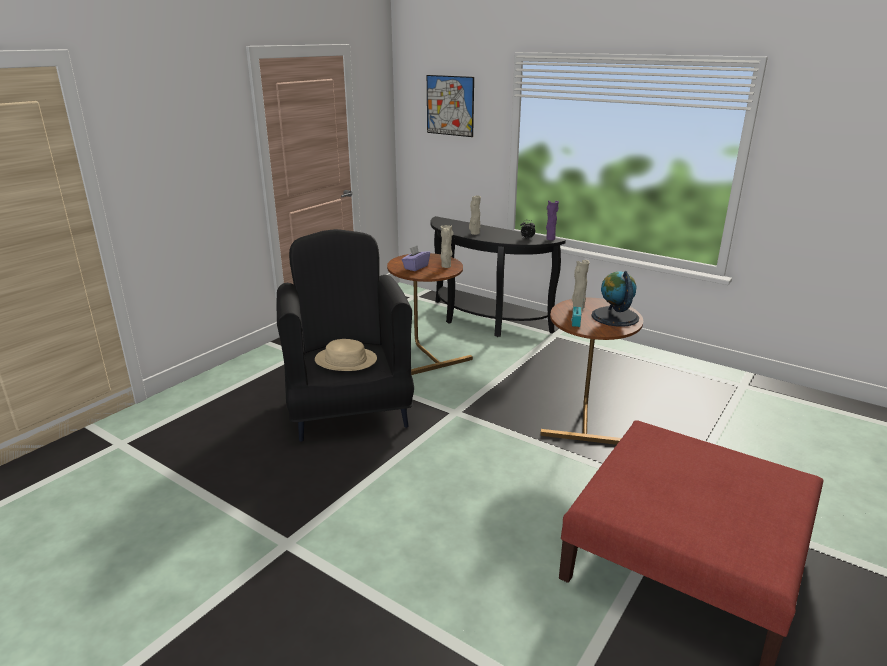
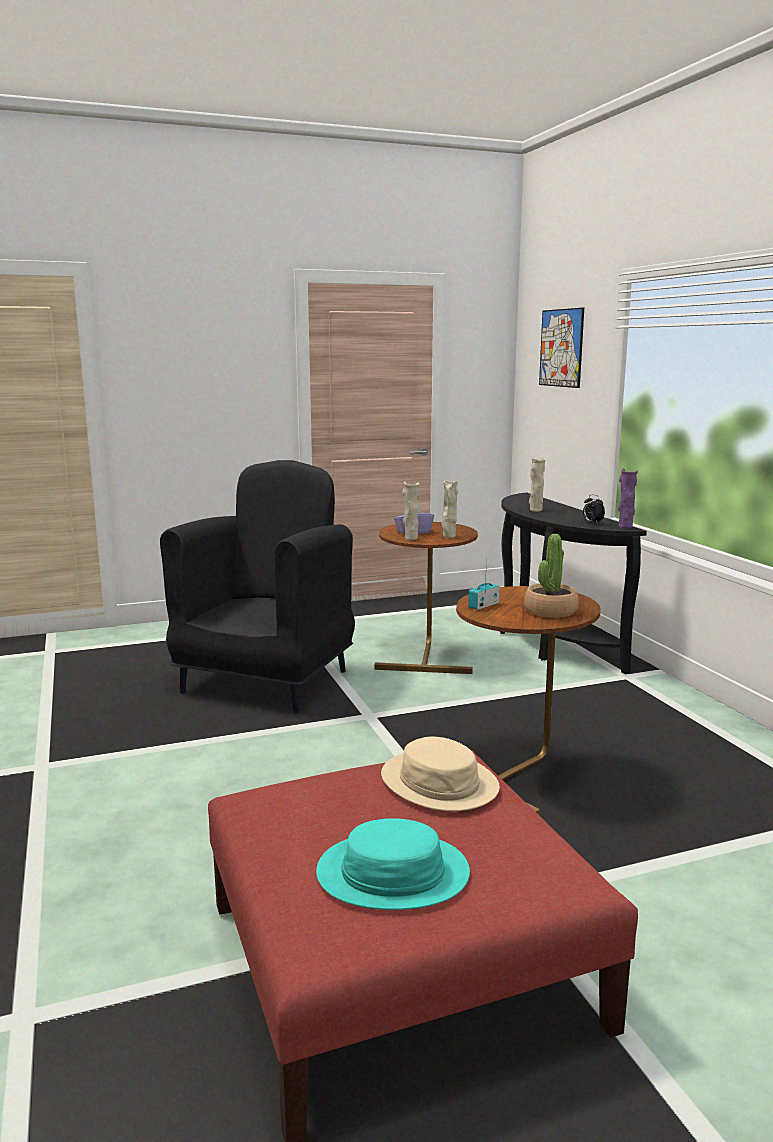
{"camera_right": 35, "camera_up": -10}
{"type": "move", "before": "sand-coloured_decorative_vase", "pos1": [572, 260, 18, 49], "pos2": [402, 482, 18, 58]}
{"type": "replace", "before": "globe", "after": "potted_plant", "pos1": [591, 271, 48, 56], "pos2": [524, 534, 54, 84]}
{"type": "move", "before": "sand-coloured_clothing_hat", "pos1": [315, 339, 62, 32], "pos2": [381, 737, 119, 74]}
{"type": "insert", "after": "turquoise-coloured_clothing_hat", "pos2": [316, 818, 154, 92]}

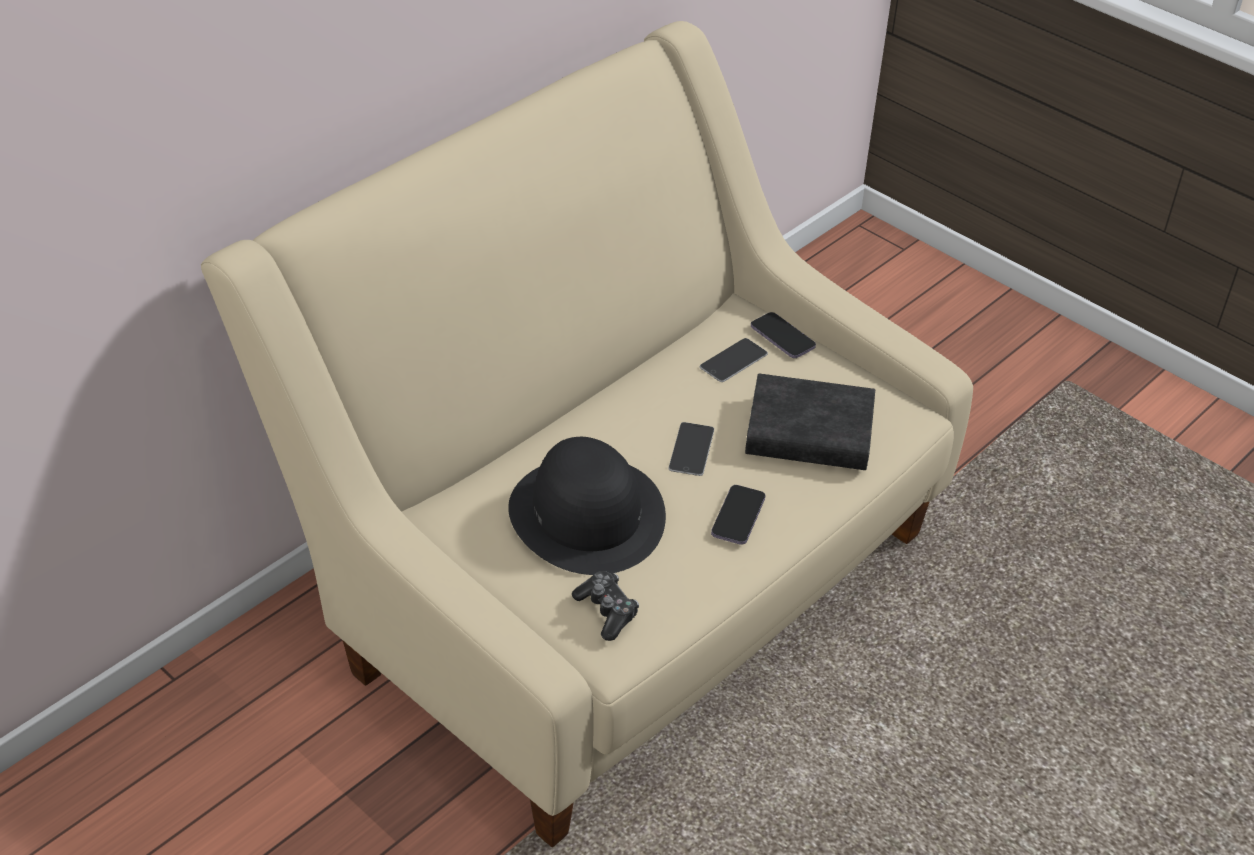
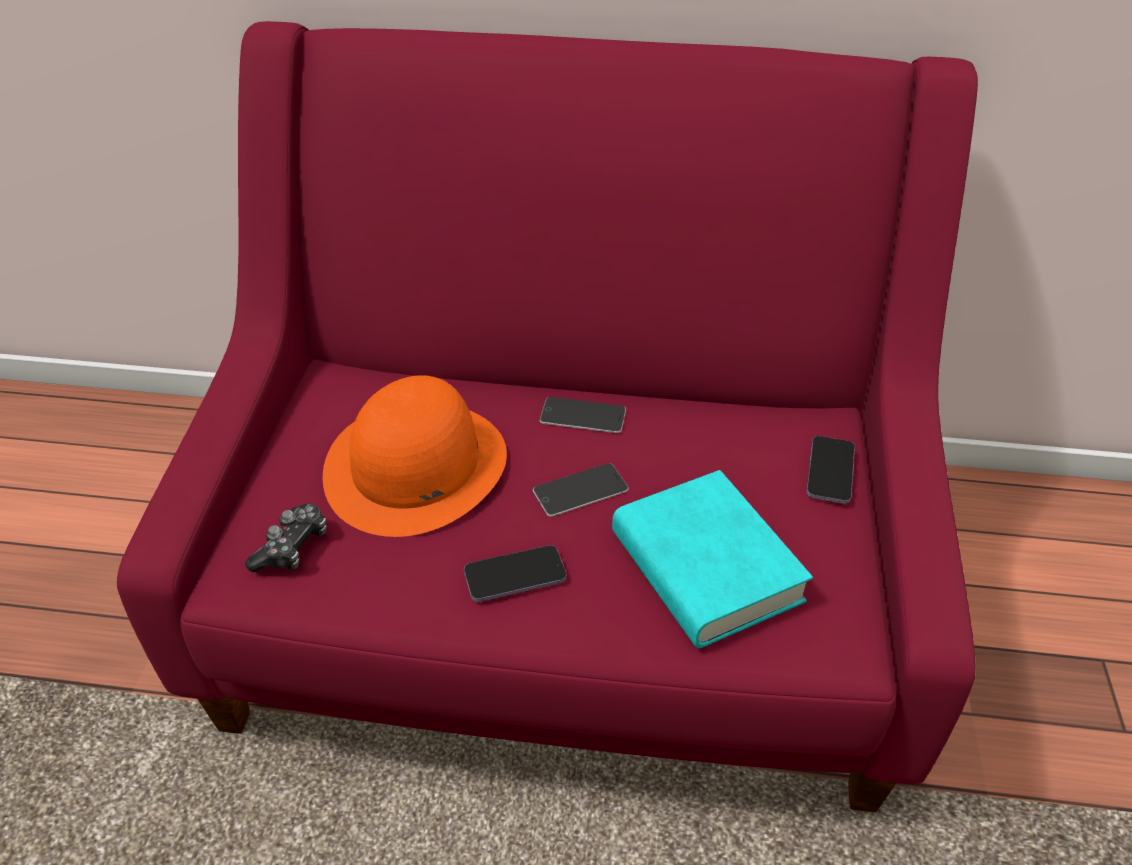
{"camera_right": 55, "camera_up": 0}
{"type": "recolor", "before": "sand-coloured_settee", "after": "red-coloured_settee", "pos1": [201, 21, 772, 826], "pos2": [117, 21, 861, 791]}
{"type": "move", "before": "telephone", "pos1": [700, 338, 68, 44], "pos2": [540, 397, 86, 36]}
{"type": "recolor", "before": "black-coloured_bound_book", "after": "turquoise-coloured_bound_book", "pos1": [745, 373, 130, 97], "pos2": [612, 470, 201, 178]}
{"type": "recolor", "before": "black-coloured_clothing_hat", "after": "orange_clothing_hat", "pos1": [508, 437, 158, 138], "pos2": [323, 375, 184, 162]}

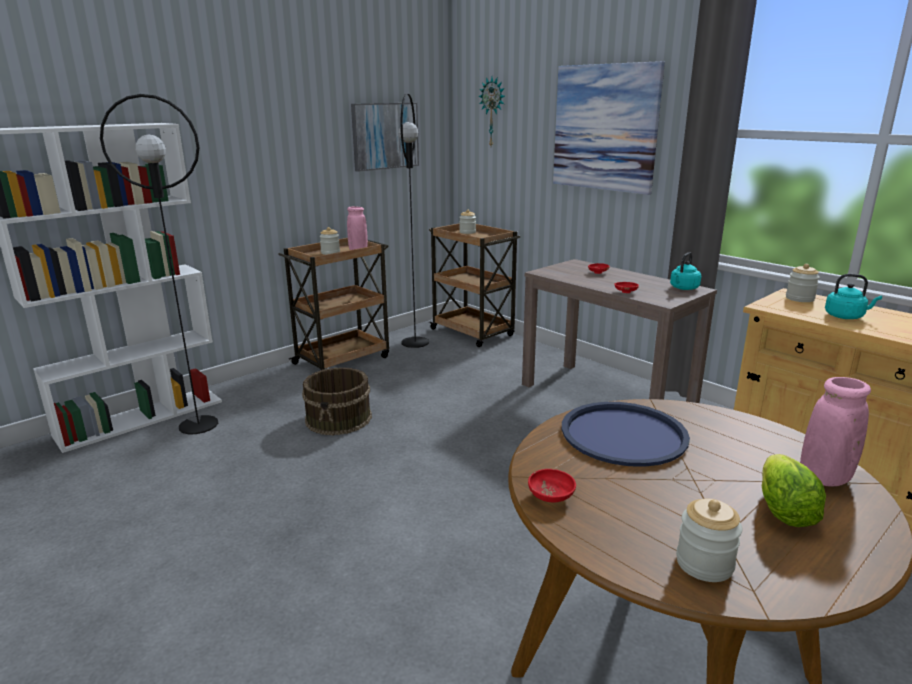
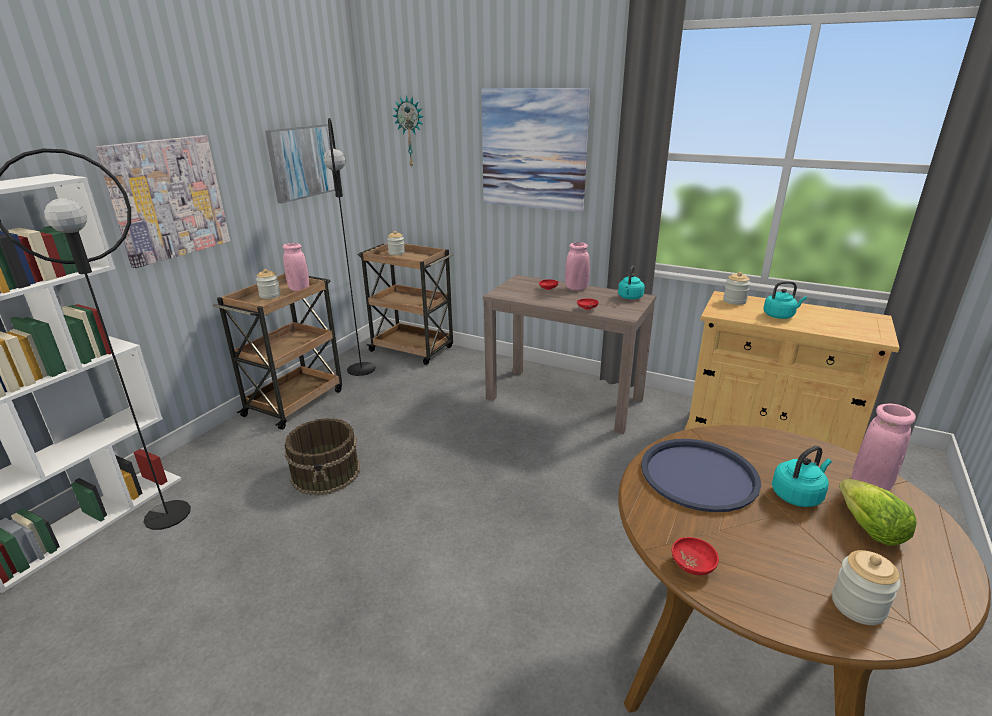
{"camera_right": -20, "camera_up": 5}
{"type": "insert", "after": "wall_art", "pos2": [95, 135, 135, 133]}
{"type": "insert", "after": "pinkish_decorative_vase", "pos2": [565, 242, 25, 48]}
{"type": "insert", "after": "turquoise-coloured_water_kettle", "pos2": [772, 446, 60, 61]}

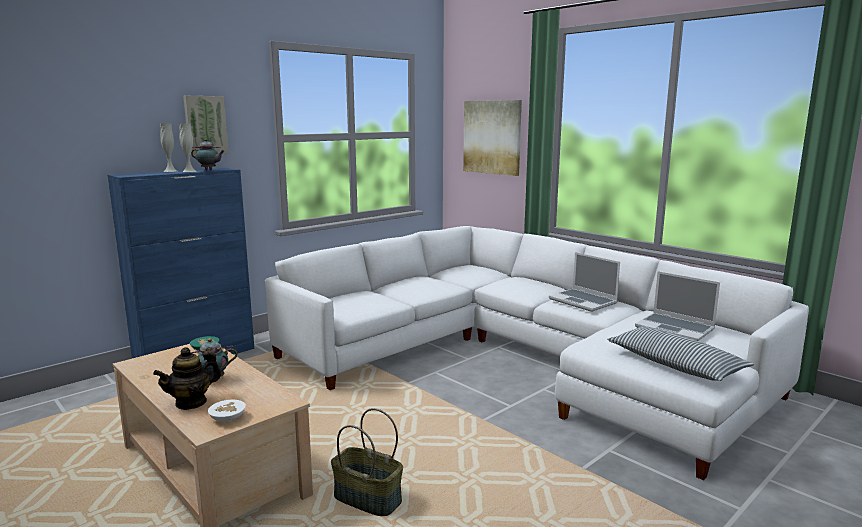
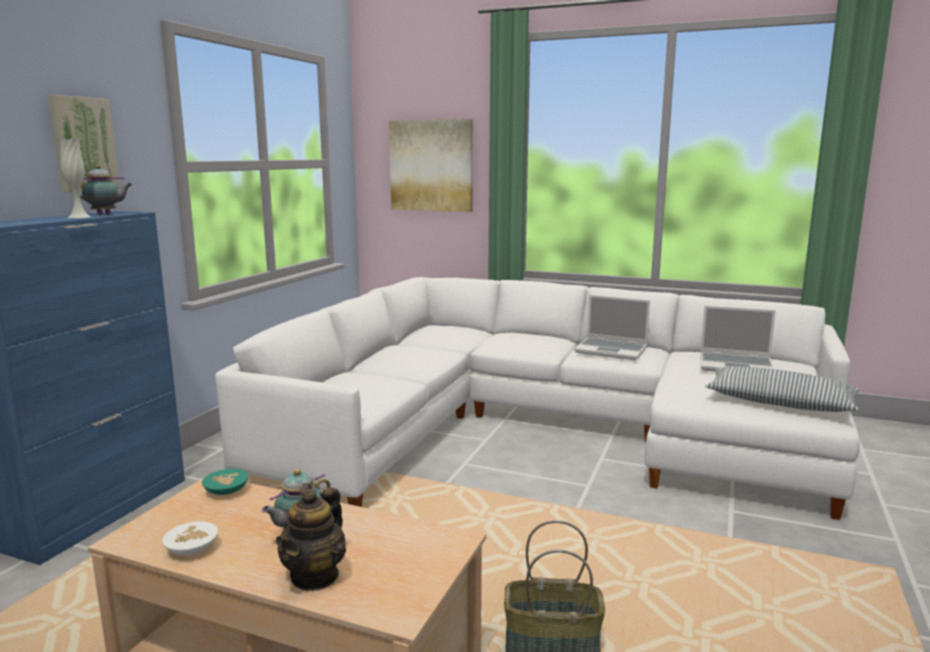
{"camera_right": -25, "camera_up": 0}
{"type": "delete", "before": "whitish_decorative_vase", "pos1": [159, 123, 18, 49]}
{"type": "move", "before": "whitish_deep_dish", "pos1": [208, 400, 38, 21], "pos2": [162, 521, 56, 34]}

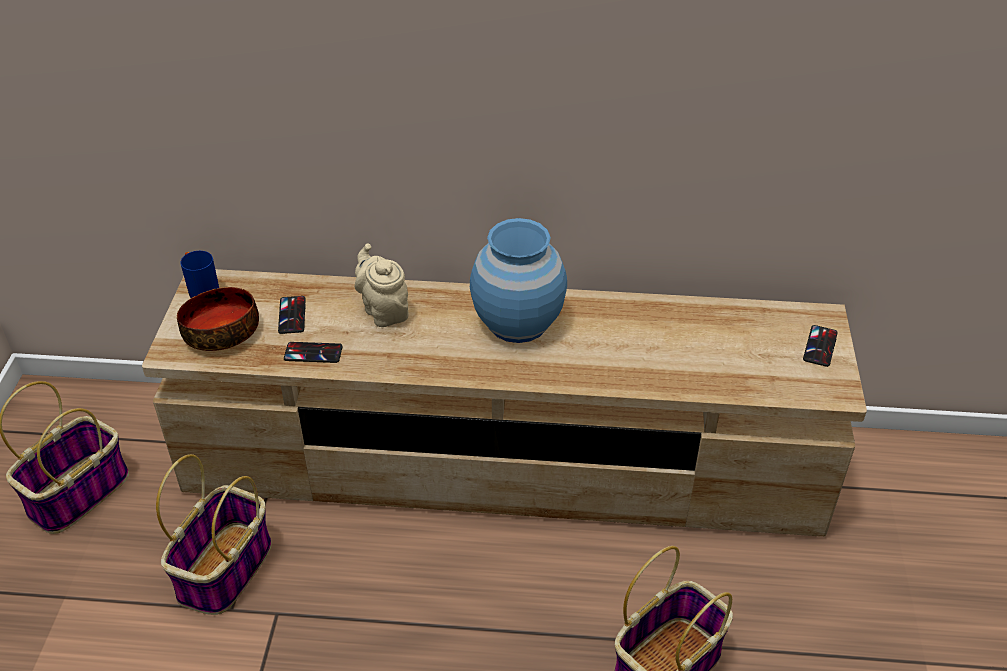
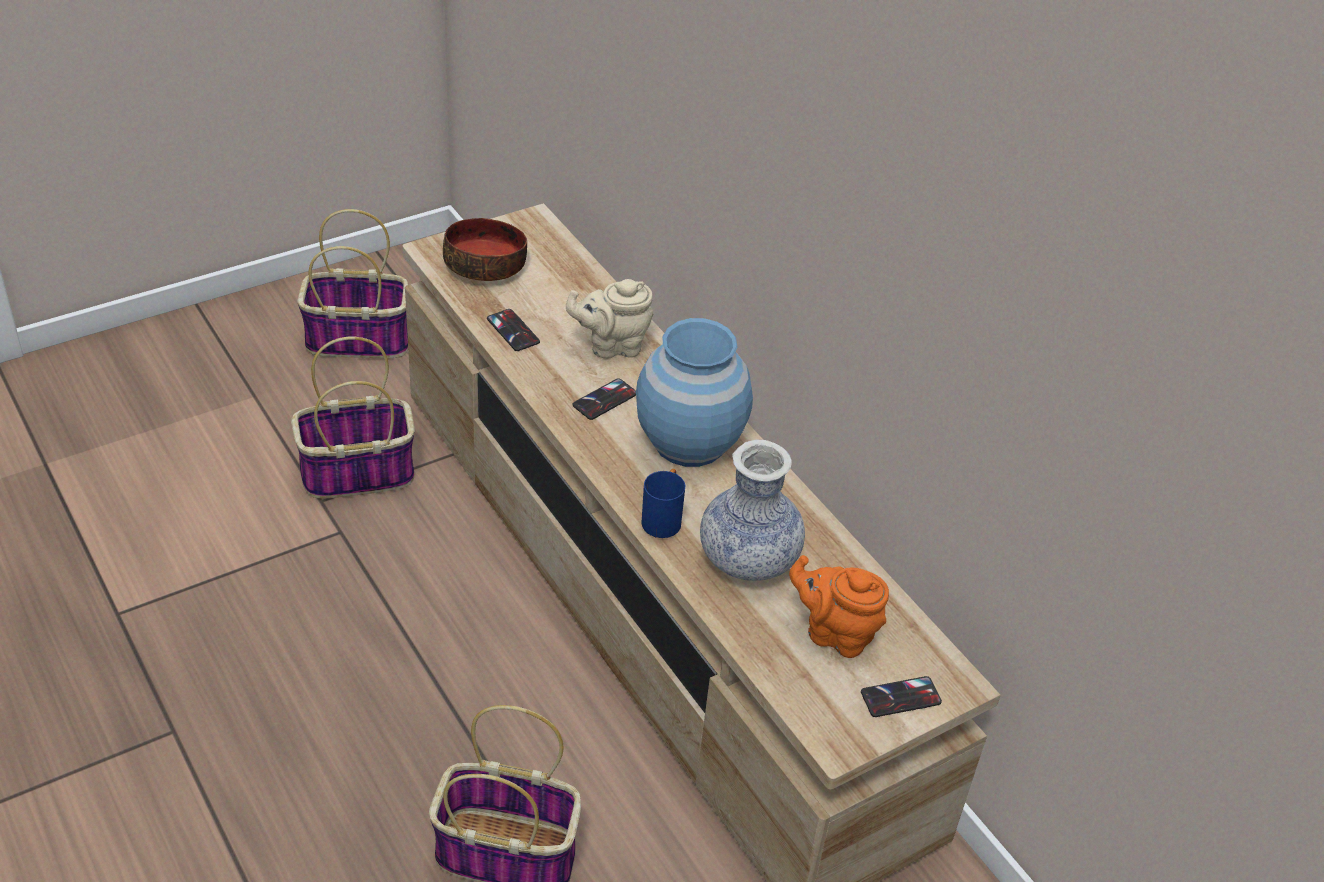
{"camera_right": 50, "camera_up": 0}
{"type": "rotate", "before": "sand-coloured_tea_pot", "pos1": [355, 244, 54, 83], "pos2": [566, 279, 87, 80], "turn": -120}
{"type": "move", "before": "blue-coloured_mug", "pos1": [180, 251, 39, 47], "pos2": [641, 469, 44, 69]}
{"type": "move", "before": "telephone", "pos1": [278, 296, 28, 38], "pos2": [572, 378, 64, 42]}
{"type": "insert", "after": "decorative_vase", "pos2": [700, 439, 105, 142]}
{"type": "insert", "after": "orange_tea_pot", "pos2": [789, 555, 100, 103]}

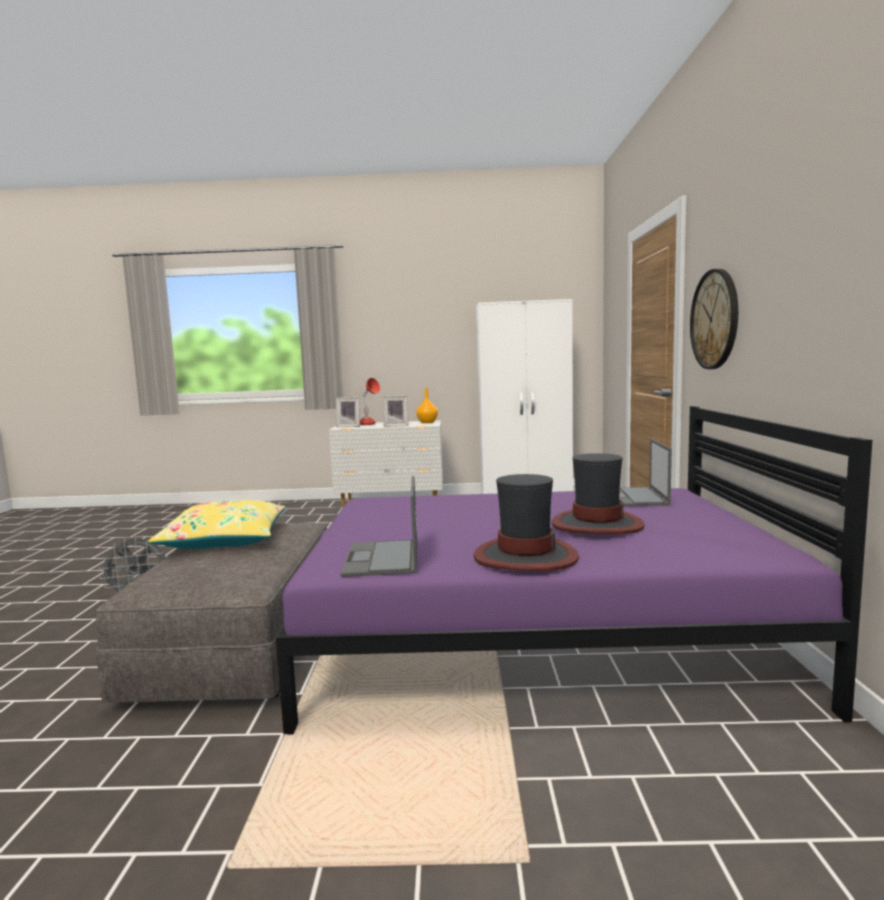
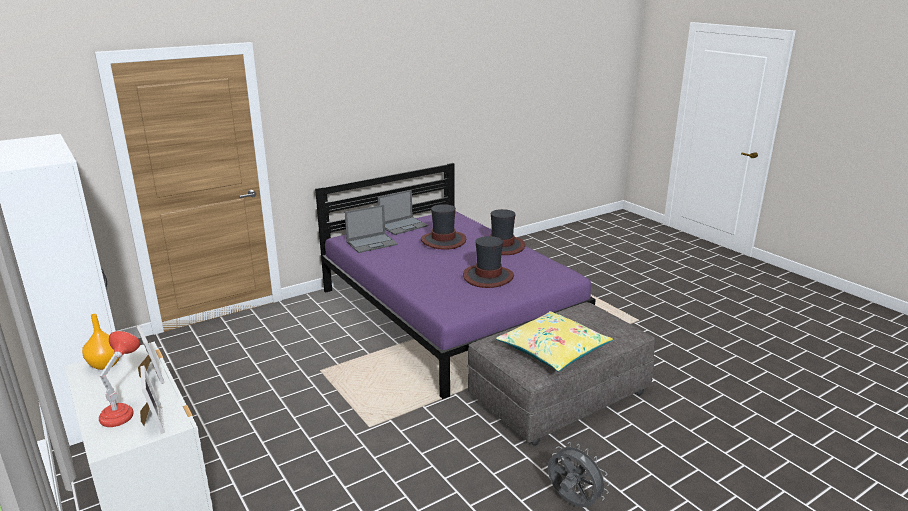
{"camera_right": -125, "camera_up": 15}
{"type": "delete", "before": "clock_on_the_wall", "pos1": [690, 269, 48, 100]}
{"type": "move", "before": "notebook_computer", "pos1": [341, 476, 76, 101], "pos2": [378, 190, 50, 45]}
{"type": "insert", "after": "clothing_hat", "pos2": [463, 236, 51, 52]}

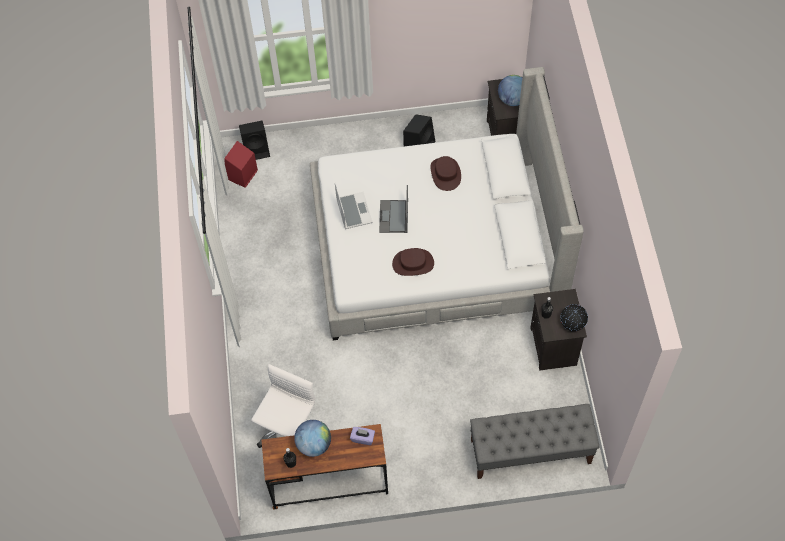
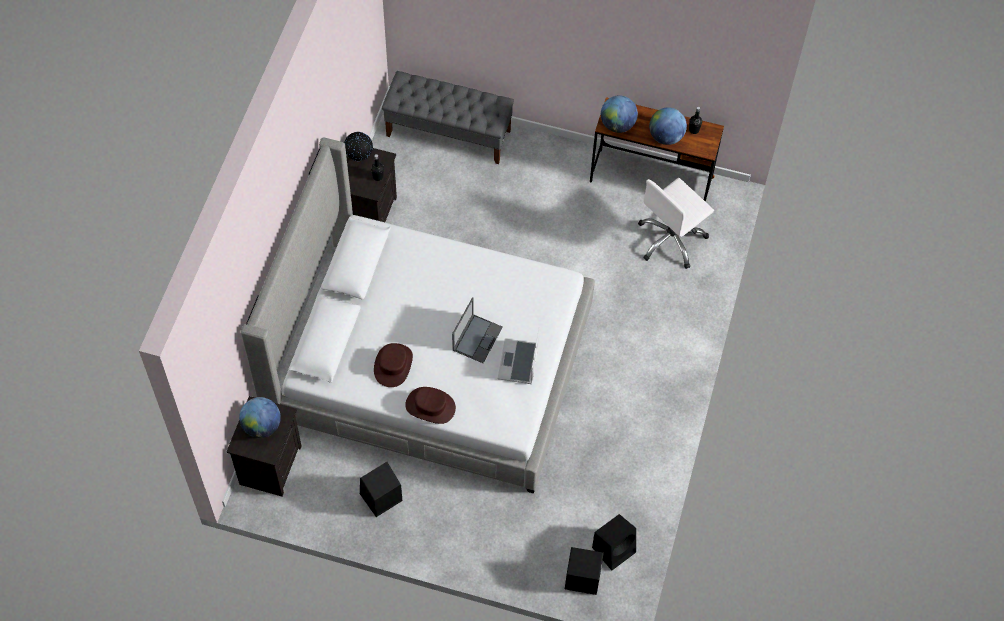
{"camera_right": -160, "camera_up": 0}
{"type": "recolor", "before": "red-coloured_audio_speaker", "after": "black-coloured_audio_speaker", "pos1": [224, 141, 34, 47], "pos2": [592, 514, 44, 57]}
{"type": "move", "before": "brown_clothing_hat", "pos1": [392, 248, 42, 28], "pos2": [405, 387, 51, 37]}
{"type": "replace", "before": "purplish_tissue_box", "after": "globe", "pos1": [350, 427, 25, 18], "pos2": [601, 95, 37, 38]}

